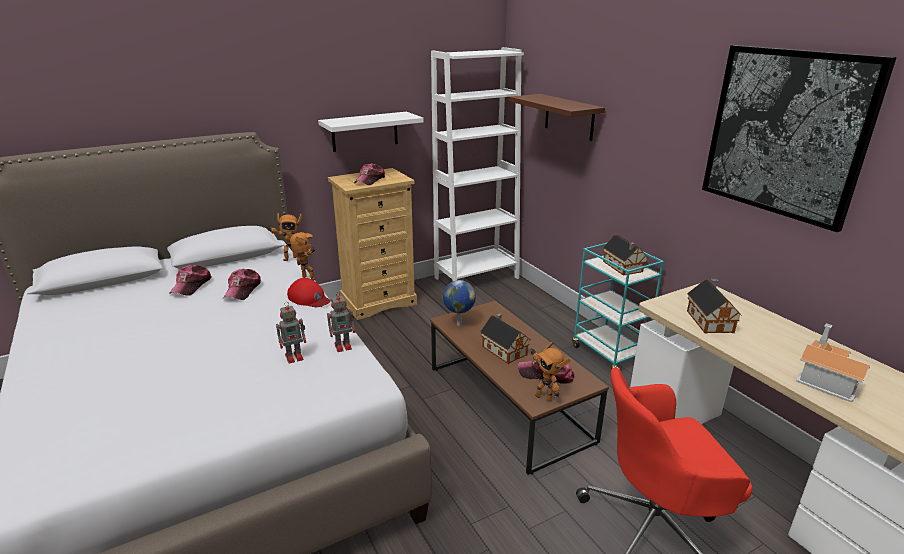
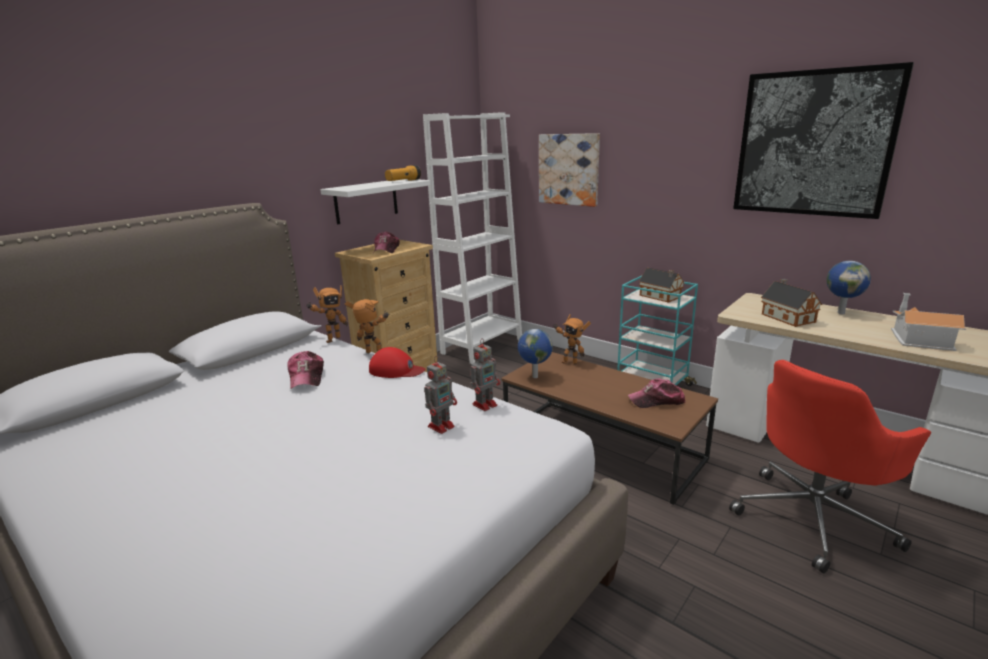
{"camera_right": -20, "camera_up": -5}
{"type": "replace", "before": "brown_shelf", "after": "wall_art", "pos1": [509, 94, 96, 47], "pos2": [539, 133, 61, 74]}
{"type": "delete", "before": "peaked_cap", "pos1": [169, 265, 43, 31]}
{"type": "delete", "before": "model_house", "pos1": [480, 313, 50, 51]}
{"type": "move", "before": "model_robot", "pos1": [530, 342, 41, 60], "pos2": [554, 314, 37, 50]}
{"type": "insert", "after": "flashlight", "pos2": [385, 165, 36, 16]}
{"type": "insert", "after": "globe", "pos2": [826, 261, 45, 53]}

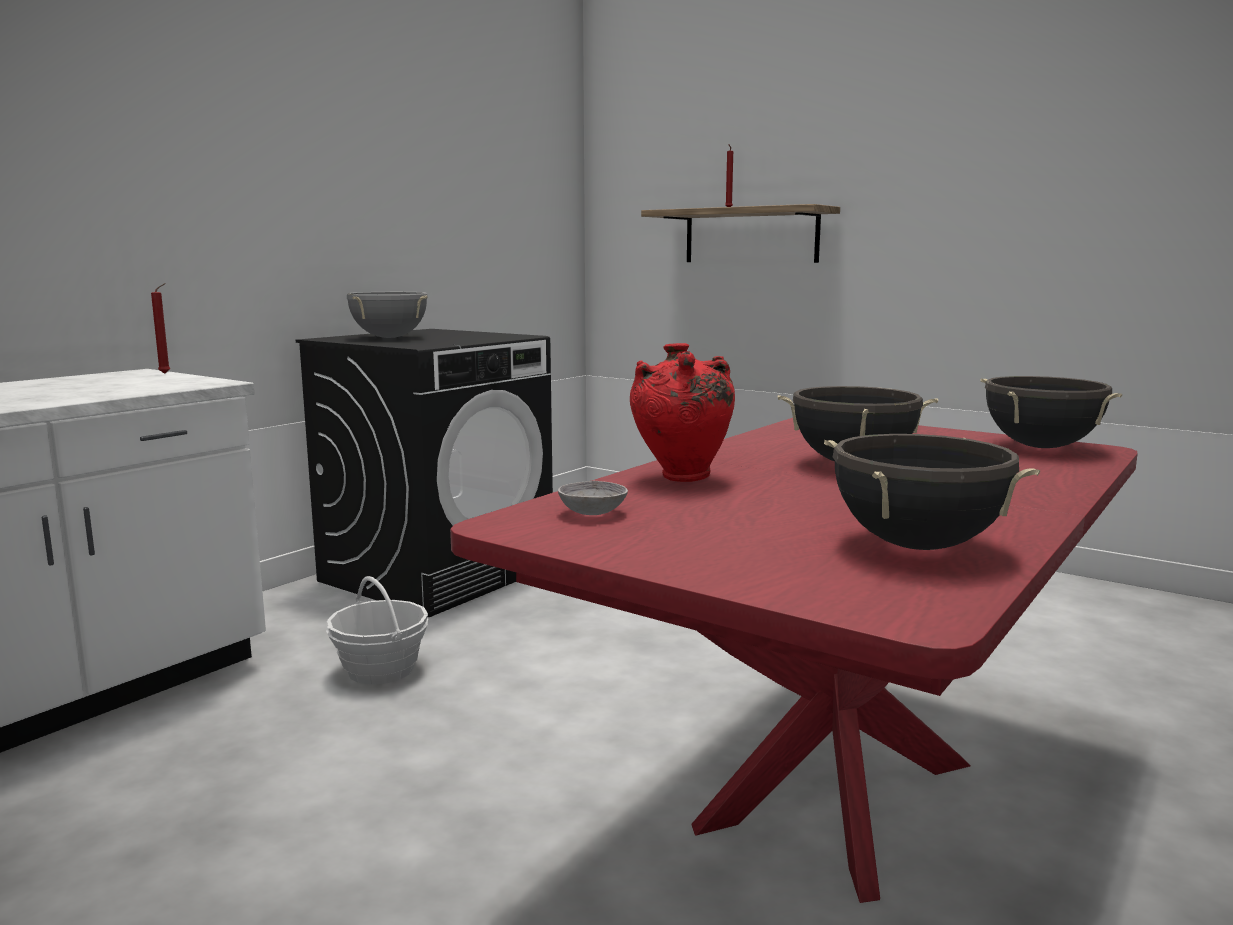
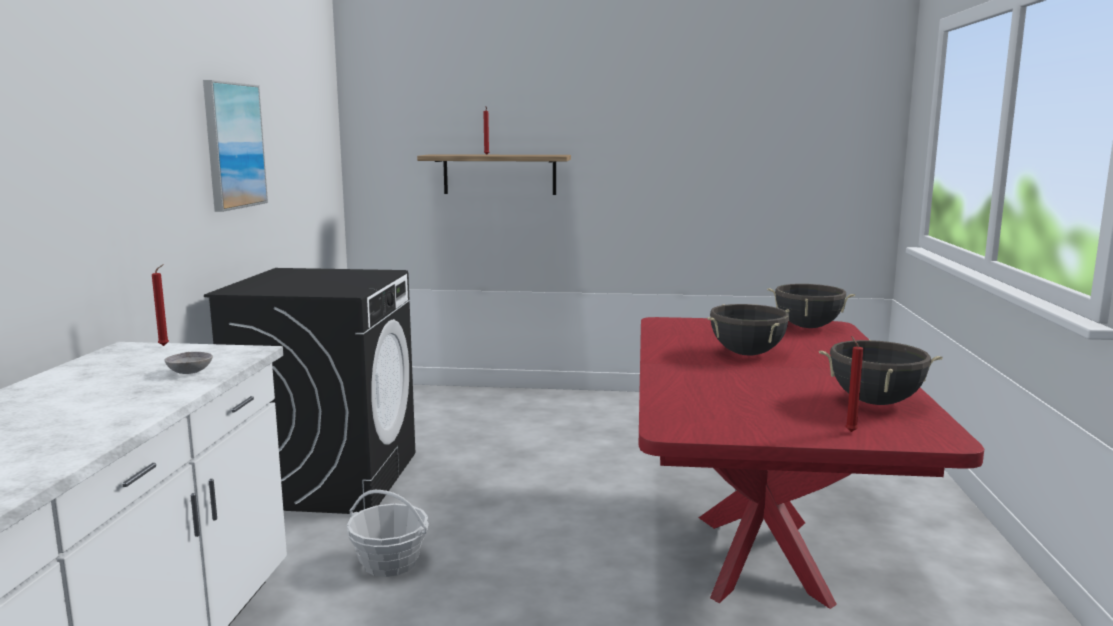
{"camera_right": -30, "camera_up": 0}
{"type": "delete", "before": "grey_stockpot", "pos1": [347, 292, 81, 46]}
{"type": "delete", "before": "red-coloured_decorative_vase", "pos1": [630, 343, 105, 139]}
{"type": "move", "before": "grey_deep_dish", "pos1": [558, 481, 70, 34], "pos2": [165, 352, 48, 22]}
{"type": "insert", "after": "wall_art", "pos2": [203, 80, 65, 132]}
{"type": "insert", "after": "red-coloured_wax_light", "pos2": [845, 336, 18, 96]}

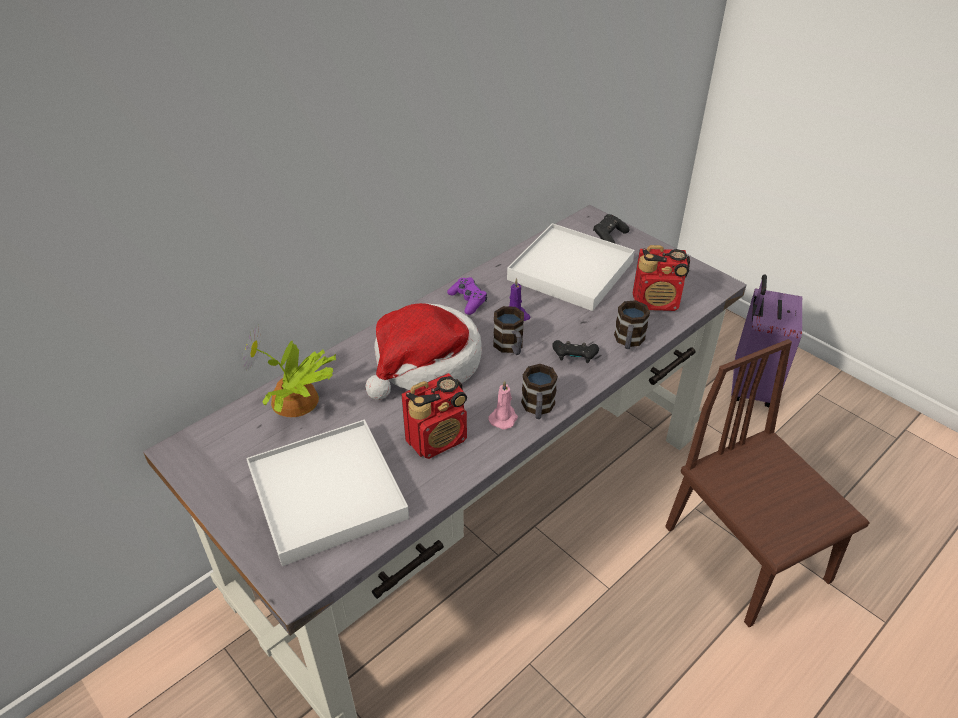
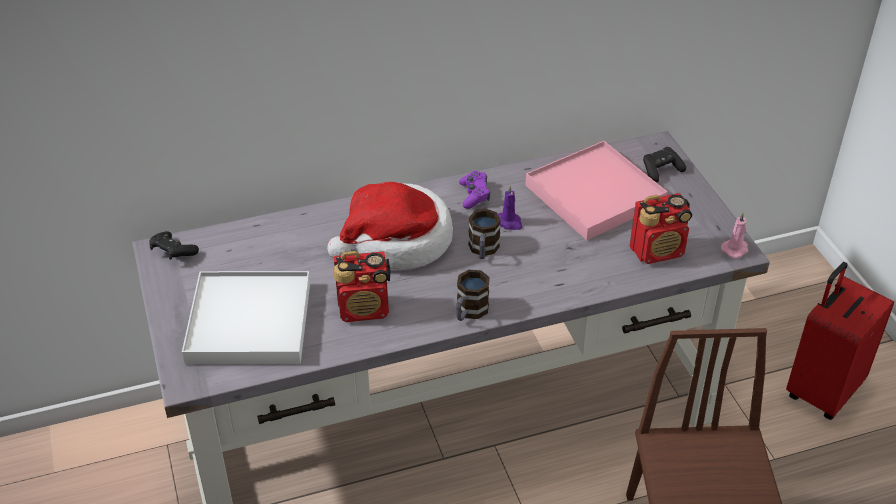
{"camera_right": 25, "camera_up": 0}
{"type": "recolor", "before": "whitish_serving_tray", "after": "pinkish_serving_tray", "pos1": [507, 223, 128, 88], "pos2": [525, 141, 143, 99]}
{"type": "rotate", "before": "radio", "pos1": [633, 245, 57, 66], "pos2": [630, 193, 62, 71], "turn": -45}
{"type": "recolor", "before": "purplish_piece_of_luggage", "after": "red-coloured_piece_of_luggage", "pos1": [731, 275, 71, 132], "pos2": [786, 262, 108, 158]}
{"type": "delete", "before": "mug", "pos1": [614, 300, 36, 49]}
{"type": "delete", "before": "potted_plant", "pos1": [242, 324, 94, 93]}
{"type": "move", "before": "black-coloured_joypad", "pos1": [552, 340, 47, 23], "pos2": [149, 231, 50, 29]}
{"type": "move", "before": "pinkish_wax_light", "pos1": [488, 380, 30, 49], "pos2": [721, 213, 27, 45]}

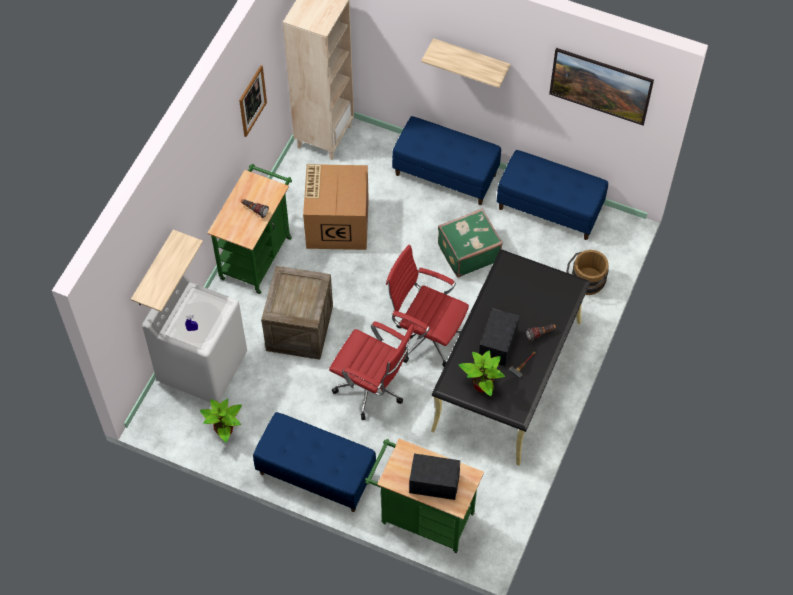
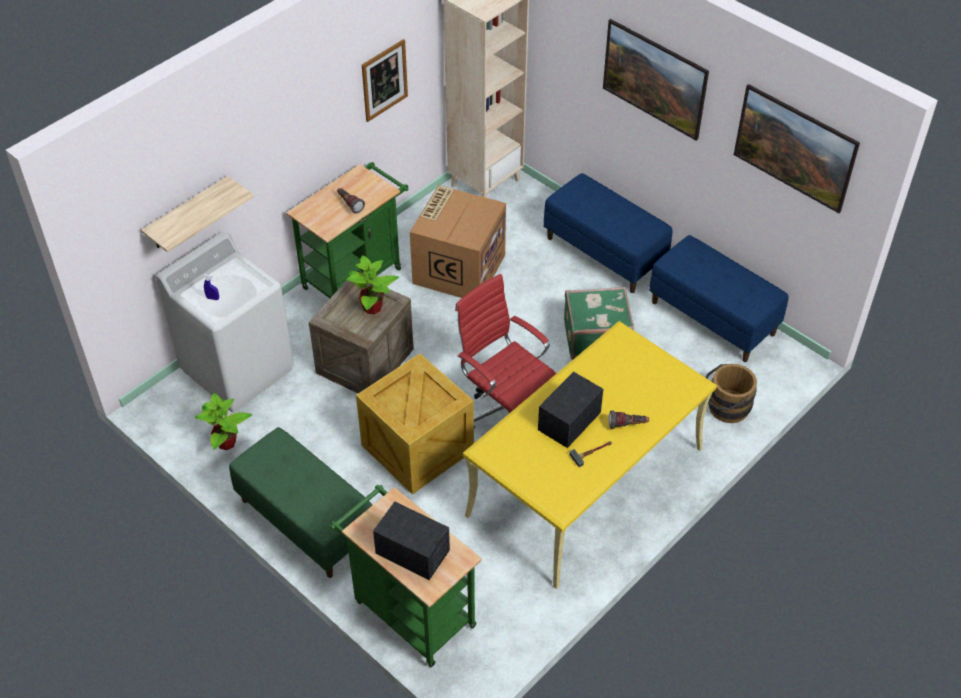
{"camera_right": 20, "camera_up": -10}
{"type": "replace", "before": "shelf", "after": "wall_art", "pos1": [421, 38, 90, 50], "pos2": [603, 19, 106, 122]}
{"type": "recolor", "before": "black-coloured_desk_table", "after": "yellowish_desk_table", "pos1": [431, 249, 159, 217], "pos2": [463, 321, 254, 268]}
{"type": "replace", "before": "red-coloured_computer_chair", "after": "packing_crate", "pos1": [329, 321, 85, 99], "pos2": [356, 353, 118, 142]}
{"type": "move", "before": "potted_plant", "pos1": [459, 350, 46, 46], "pos2": [346, 255, 53, 59]}
{"type": "recolor", "before": "blue-coloured_indoor_bench", "after": "greenish_indoor_bench", "pos1": [253, 412, 123, 100], "pos2": [229, 427, 143, 151]}

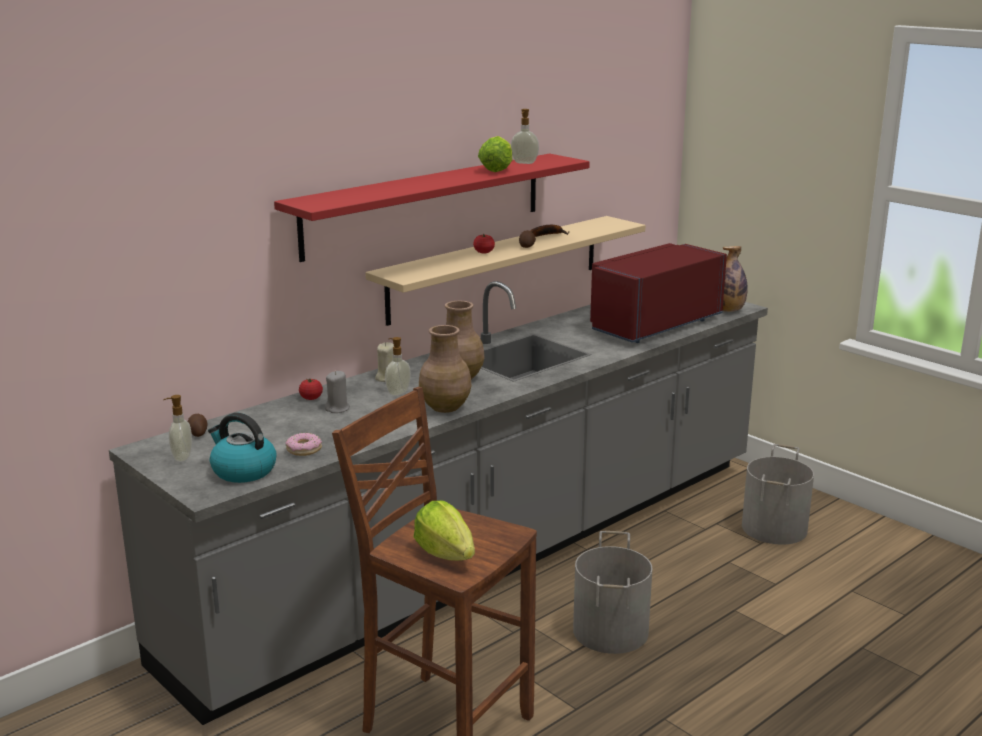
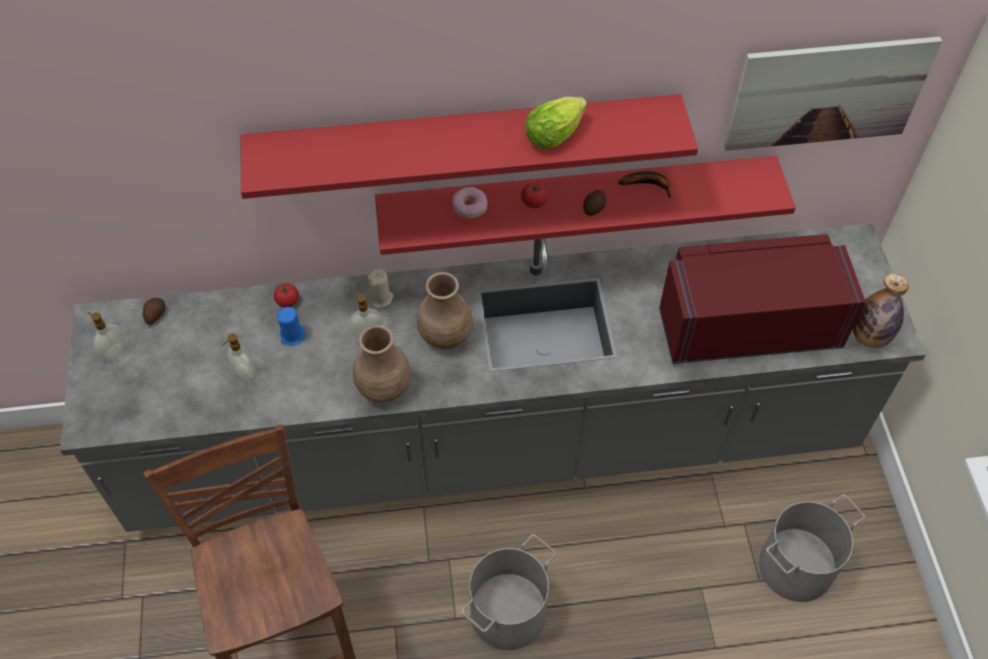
{"camera_right": 35, "camera_up": 35}
{"type": "move", "before": "liquid_soap_bottle", "pos1": [511, 109, 28, 55], "pos2": [222, 334, 33, 47]}
{"type": "recolor", "before": "sand-coloured_shelf", "after": "red-coloured_shelf", "pos1": [365, 216, 281, 110], "pos2": [375, 156, 421, 99]}
{"type": "recolor", "before": "grey_wax_light", "after": "blue-coloured_wax_light", "pos1": [325, 371, 25, 42], "pos2": [277, 307, 29, 38]}
{"type": "delete", "before": "water_kettle", "pos1": [208, 413, 68, 70]}
{"type": "move", "before": "donut", "pos1": [285, 433, 37, 23], "pos2": [452, 187, 36, 32]}
{"type": "delete", "before": "lettuce", "pos1": [414, 500, 61, 61]}
{"type": "insert", "after": "wall_art", "pos2": [724, 36, 218, 115]}

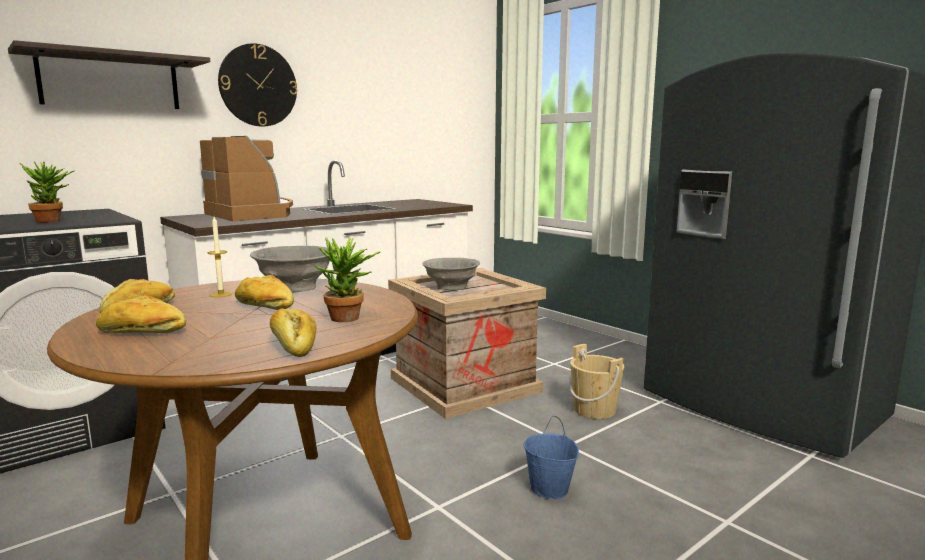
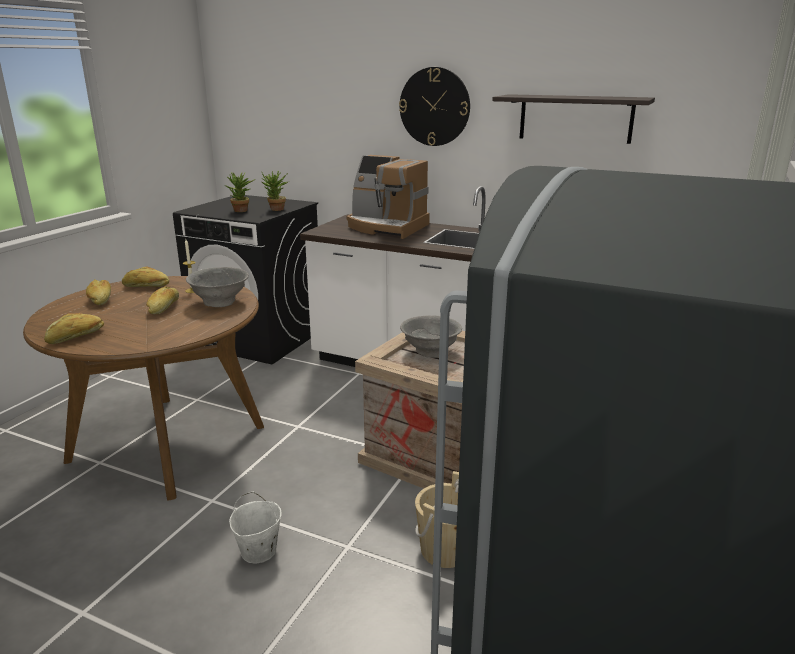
{"camera_right": 65, "camera_up": 10}
{"type": "move", "before": "shelf", "pos1": [8, 40, 202, 69], "pos2": [492, 94, 163, 50]}
{"type": "rotate", "before": "coffee_machine", "pos1": [200, 136, 93, 86], "pos2": [346, 155, 84, 84], "turn": 90}
{"type": "move", "before": "potted_plant", "pos1": [313, 237, 67, 85], "pos2": [261, 170, 28, 41]}
{"type": "recolor", "before": "blue-coloured_water_bucket", "after": "whitish_water_bucket", "pos1": [524, 416, 55, 83], "pos2": [229, 492, 53, 71]}

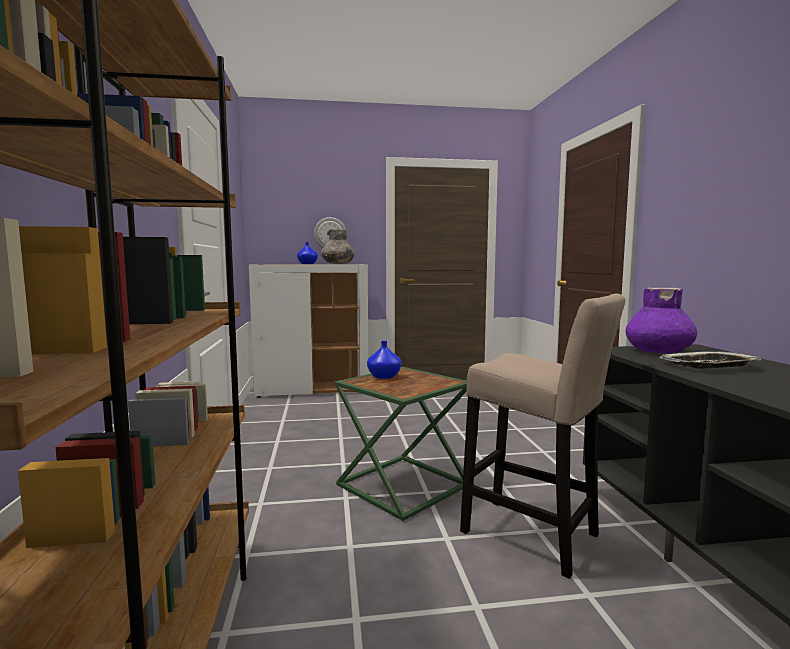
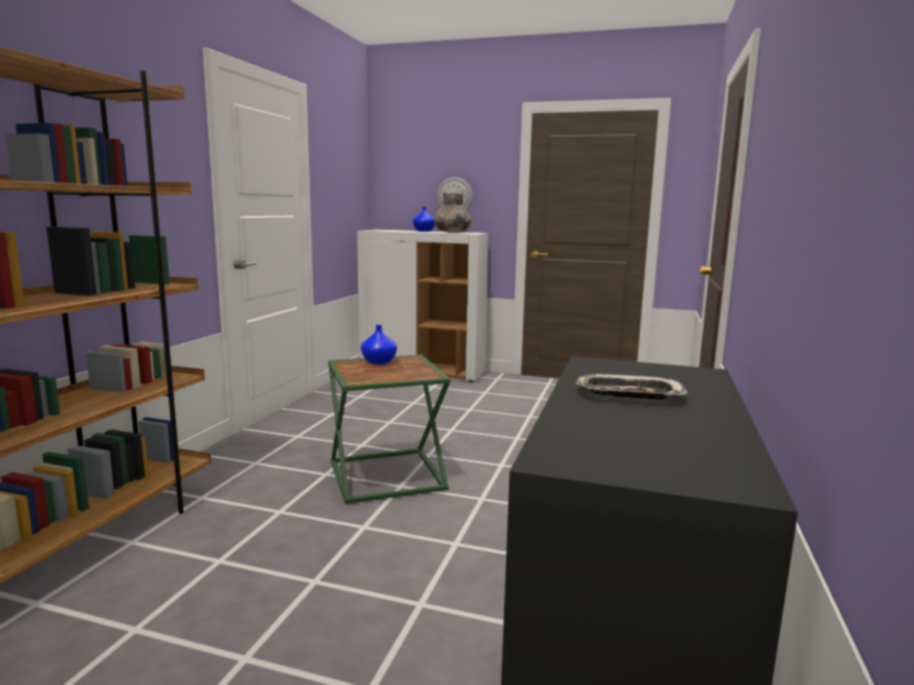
{"camera_right": 25, "camera_up": 5}
{"type": "delete", "before": "purplish_decorative_vase", "pos1": [625, 288, 72, 66]}
{"type": "delete", "before": "sand-coloured_sitting_stool", "pos1": [460, 293, 165, 286]}

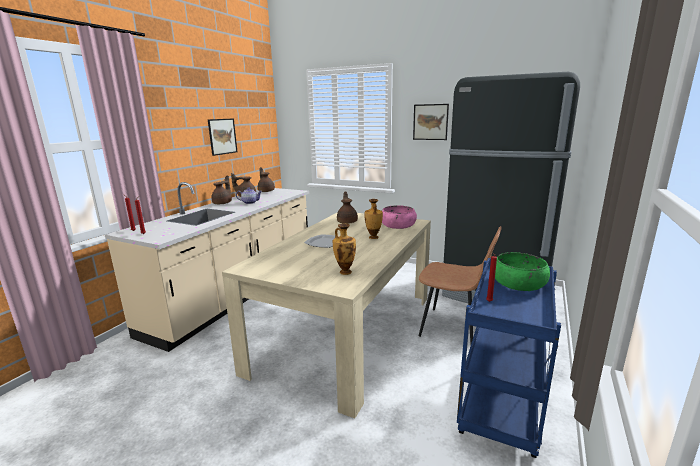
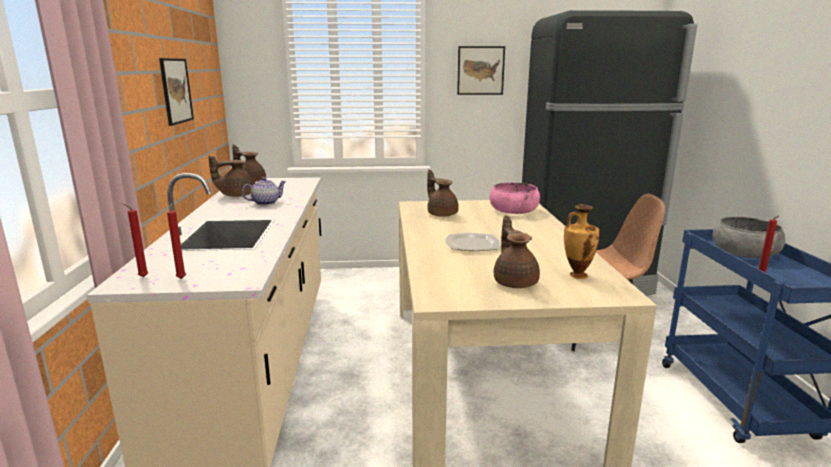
{"camera_right": -30, "camera_up": 0}
{"type": "move", "before": "brown_tea_pot", "pos1": [211, 176, 21, 28], "pos2": [494, 215, 46, 73]}
{"type": "delete", "before": "decorative_vase", "pos1": [364, 199, 19, 40]}
{"type": "recolor", "before": "greenish_deep_dish", "after": "grey_deep_dish", "pos1": [495, 252, 55, 39], "pos2": [712, 217, 73, 41]}

